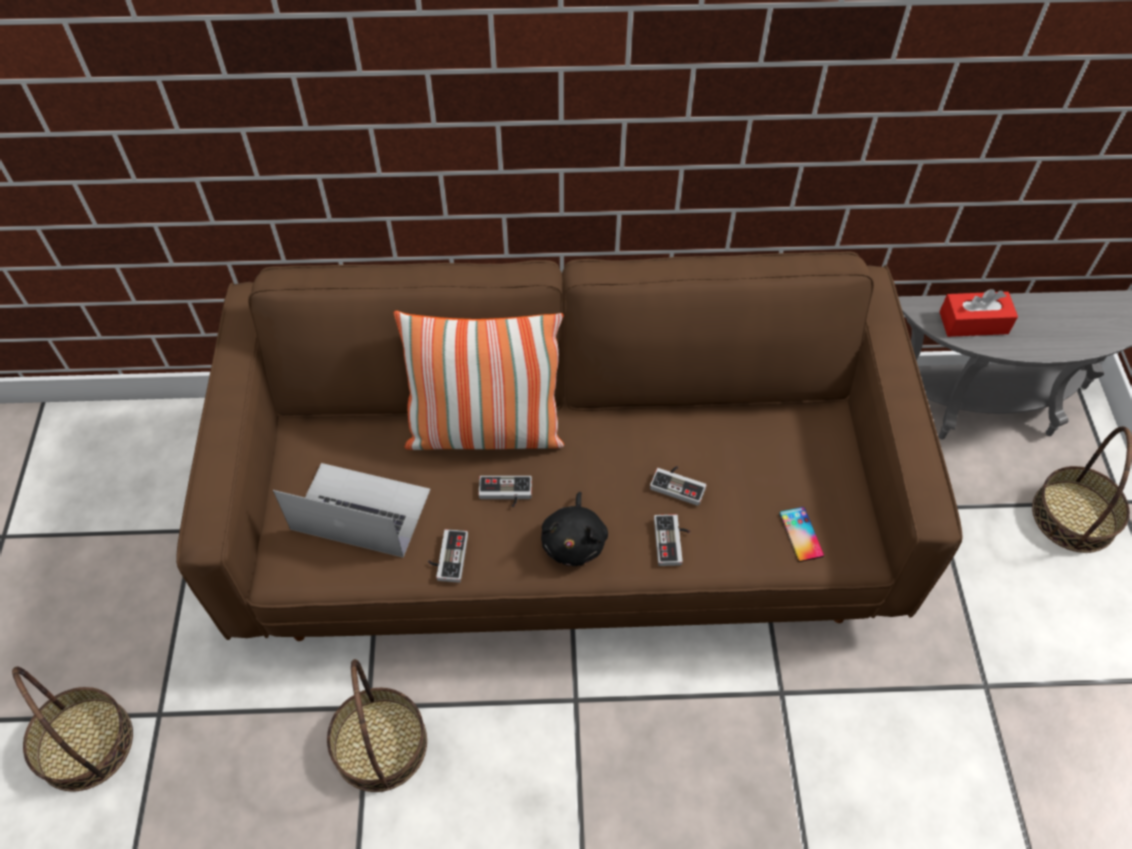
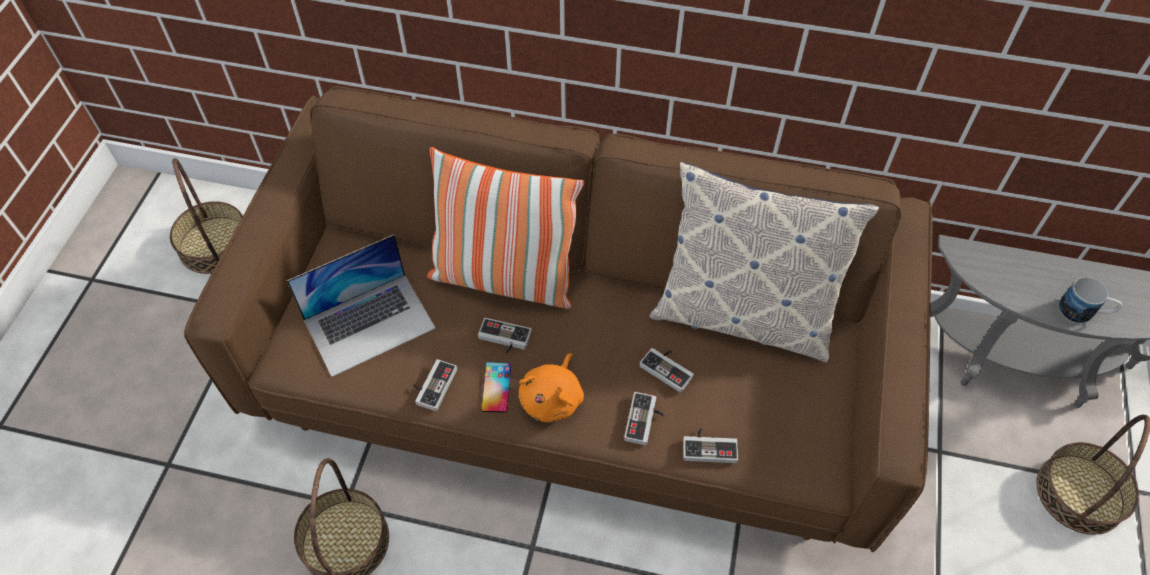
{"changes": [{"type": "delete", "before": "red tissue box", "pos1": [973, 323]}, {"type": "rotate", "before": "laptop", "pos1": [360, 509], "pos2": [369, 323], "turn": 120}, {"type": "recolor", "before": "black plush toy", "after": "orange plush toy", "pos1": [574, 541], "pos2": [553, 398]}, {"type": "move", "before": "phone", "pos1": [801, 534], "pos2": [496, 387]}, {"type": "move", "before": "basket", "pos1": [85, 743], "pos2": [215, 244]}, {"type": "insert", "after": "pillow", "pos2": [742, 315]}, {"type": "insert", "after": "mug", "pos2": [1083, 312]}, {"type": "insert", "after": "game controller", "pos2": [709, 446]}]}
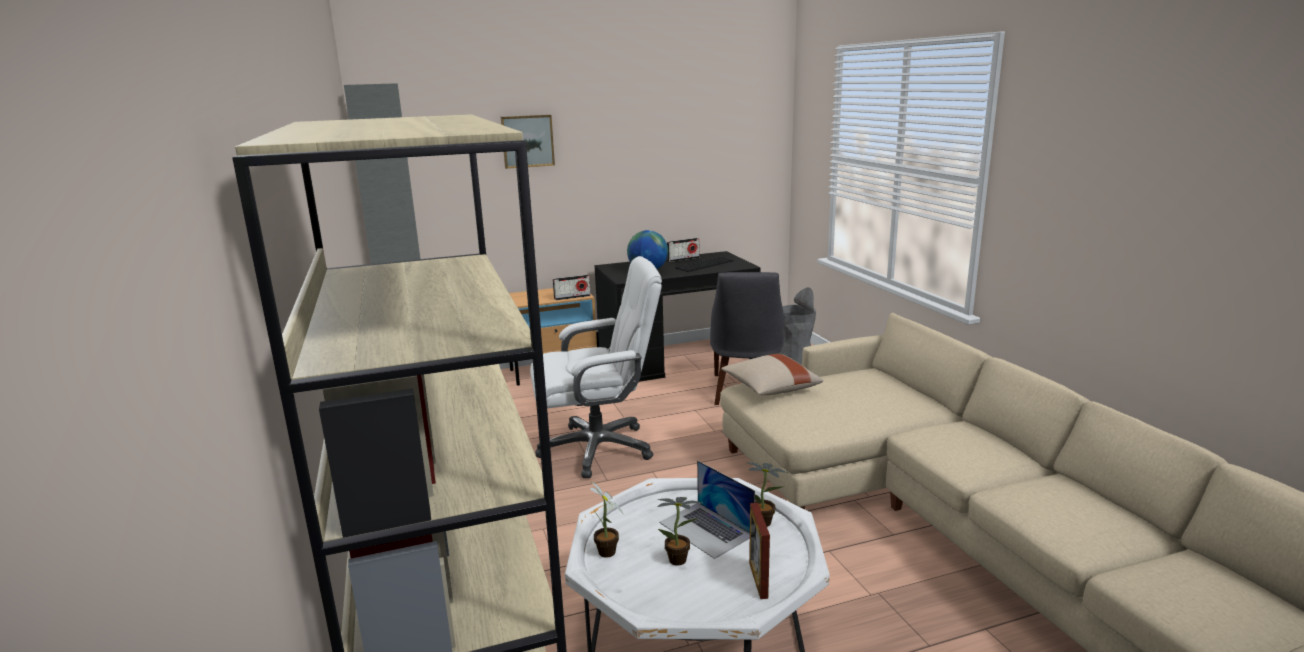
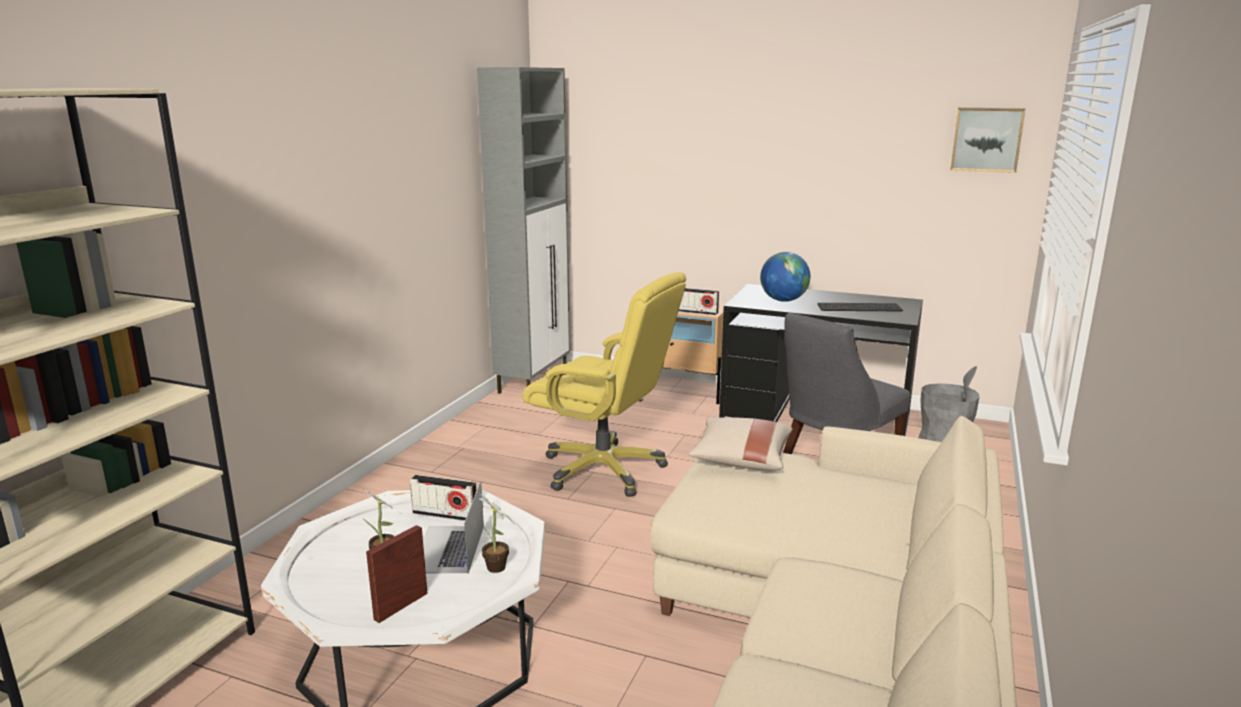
{"changes": [{"type": "move", "before": "picture", "pos1": [527, 141], "pos2": [986, 139]}, {"type": "move", "before": "radio", "pos1": [683, 259], "pos2": [445, 514]}, {"type": "recolor", "before": "white office chair", "after": "yellow office chair", "pos1": [598, 449], "pos2": [604, 470]}, {"type": "delete", "before": "potted plant", "pos1": [607, 554]}]}
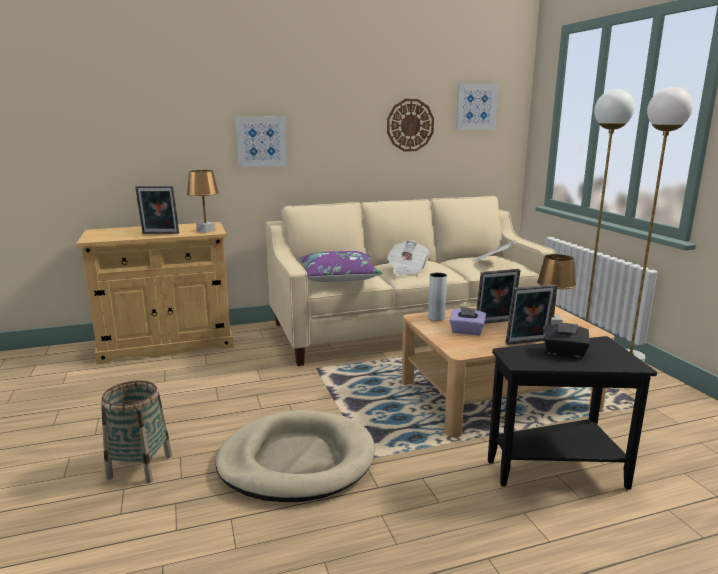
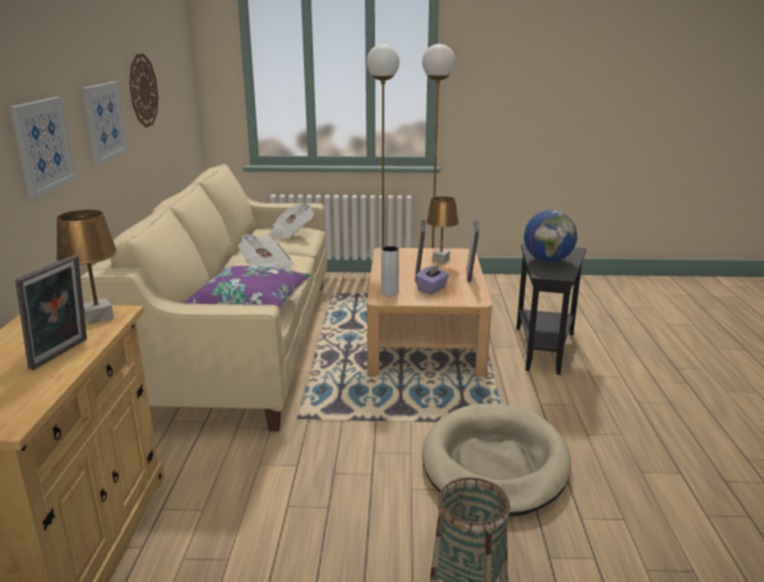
{"changes": [{"type": "move", "before": "picture", "pos1": [476, 106], "pos2": [103, 121]}, {"type": "replace", "before": "black tissue box", "after": "globe", "pos1": [564, 352], "pos2": [548, 260]}]}
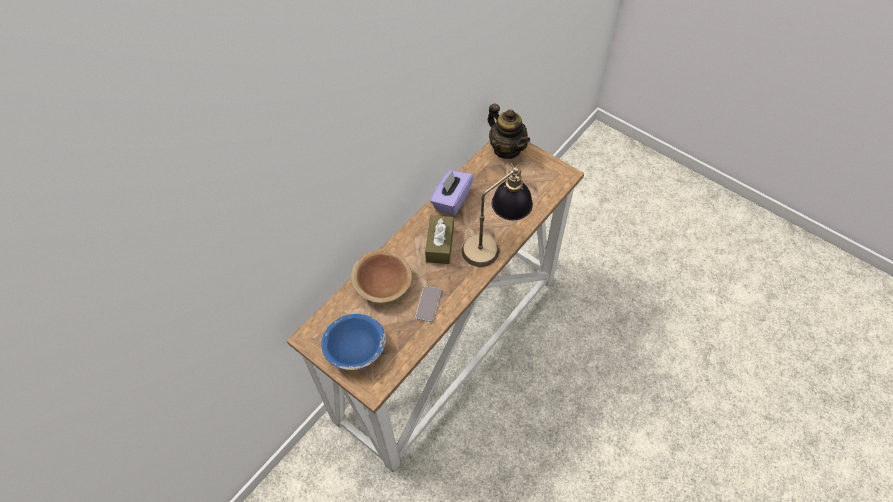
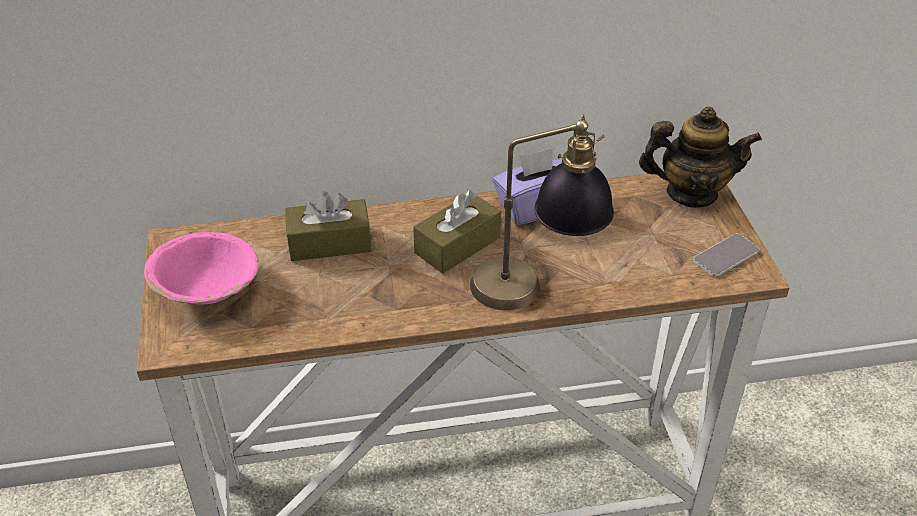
{"changes": [{"type": "rotate", "before": "teapot", "pos1": [507, 149], "pos2": [691, 193], "turn": -90}, {"type": "replace", "before": "brown bowl", "after": "brown tissue box", "pos1": [383, 284], "pos2": [329, 243]}, {"type": "move", "before": "phone", "pos1": [428, 304], "pos2": [726, 256]}, {"type": "recolor", "before": "blue bowl", "after": "pink bowl", "pos1": [355, 348], "pos2": [207, 289]}]}
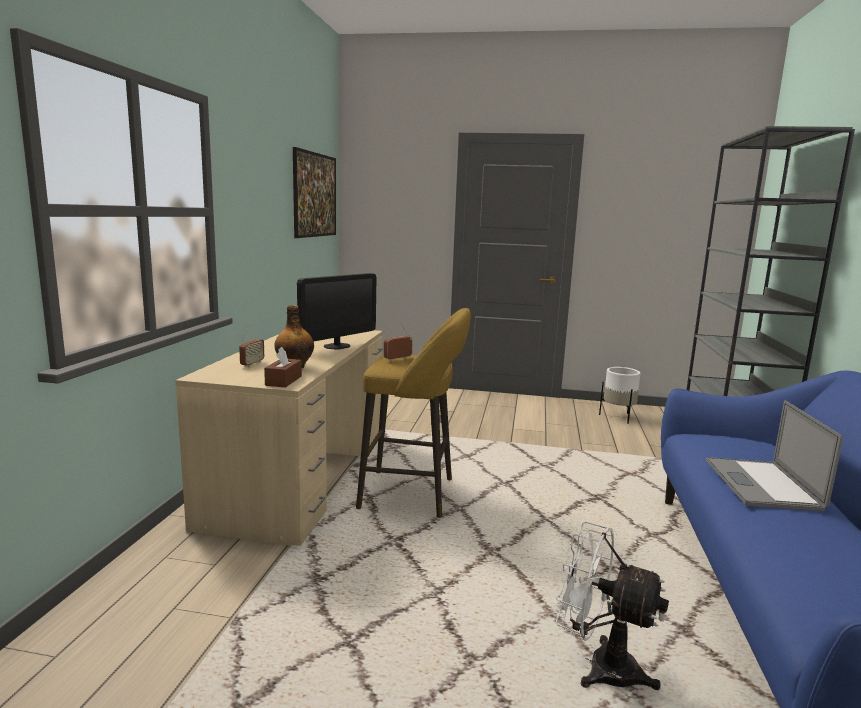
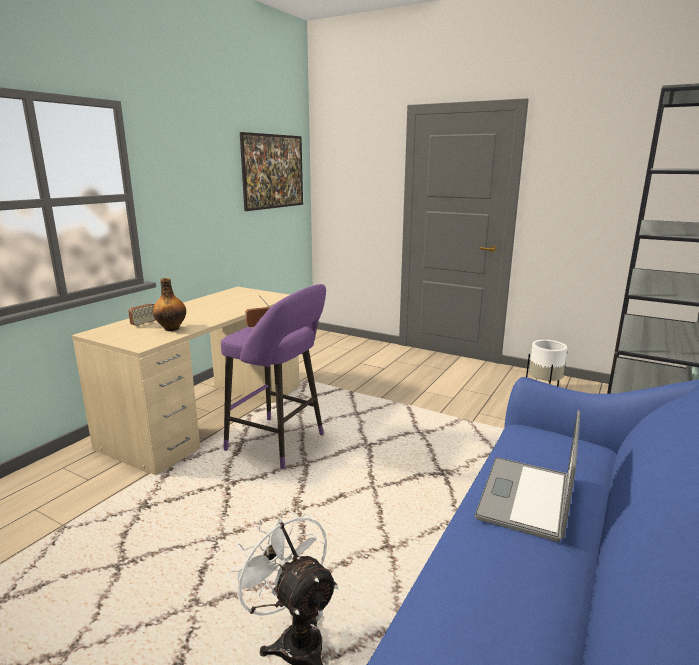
{"changes": [{"type": "delete", "before": "monitor", "pos1": [337, 346]}, {"type": "recolor", "before": "yellow stool", "after": "purple stool", "pos1": [413, 494], "pos2": [280, 444]}, {"type": "delete", "before": "brown tissue box", "pos1": [283, 381]}]}
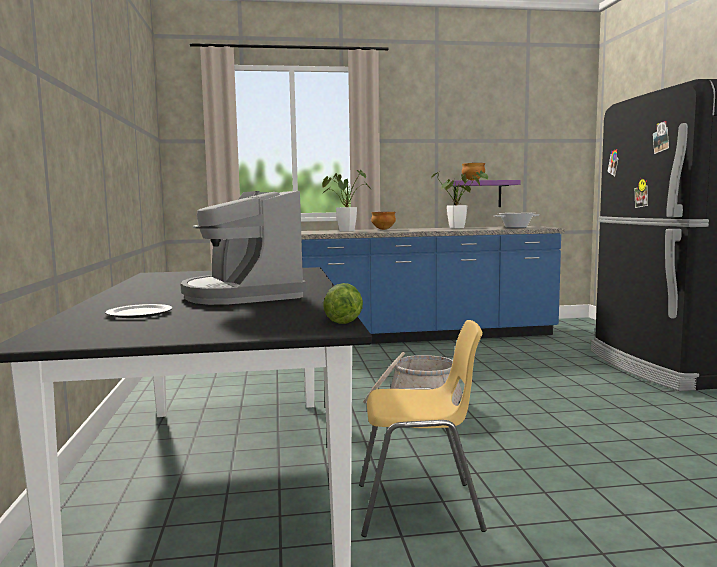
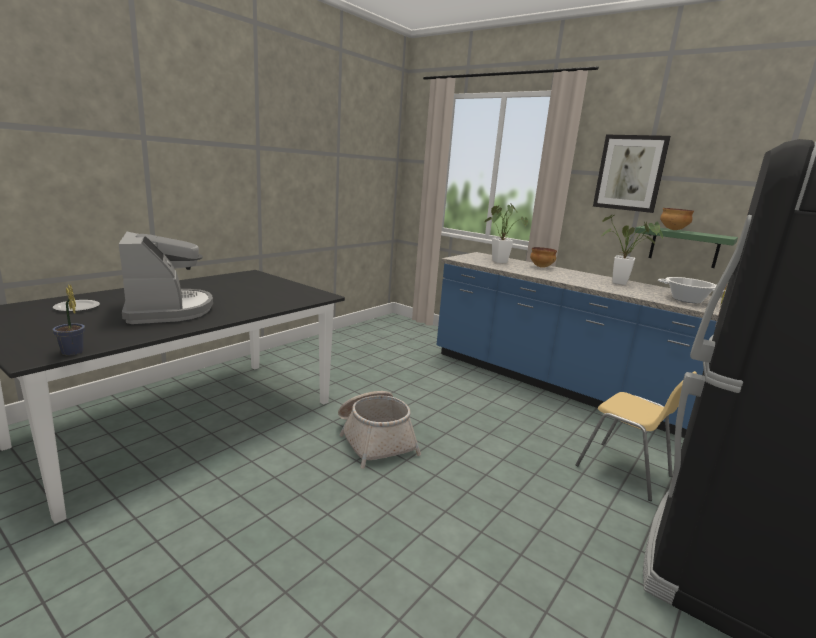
{"changes": [{"type": "recolor", "before": "purple shelf", "after": "green shelf", "pos1": [477, 194], "pos2": [684, 247]}, {"type": "rotate", "before": "coffee machine", "pos1": [242, 295], "pos2": [168, 310], "turn": 135}, {"type": "replace", "before": "lettuce", "after": "potted plant", "pos1": [344, 319], "pos2": [73, 353]}, {"type": "move", "before": "yellow chair", "pos1": [420, 508], "pos2": [624, 471]}, {"type": "insert", "after": "picture", "pos2": [630, 173]}]}
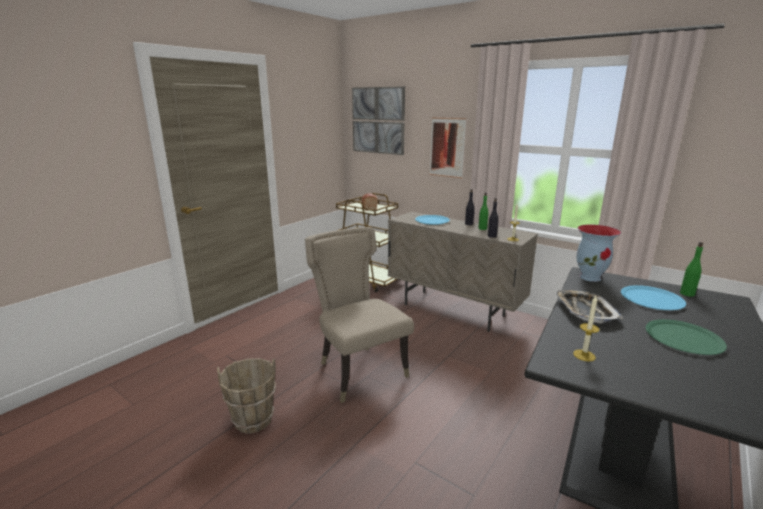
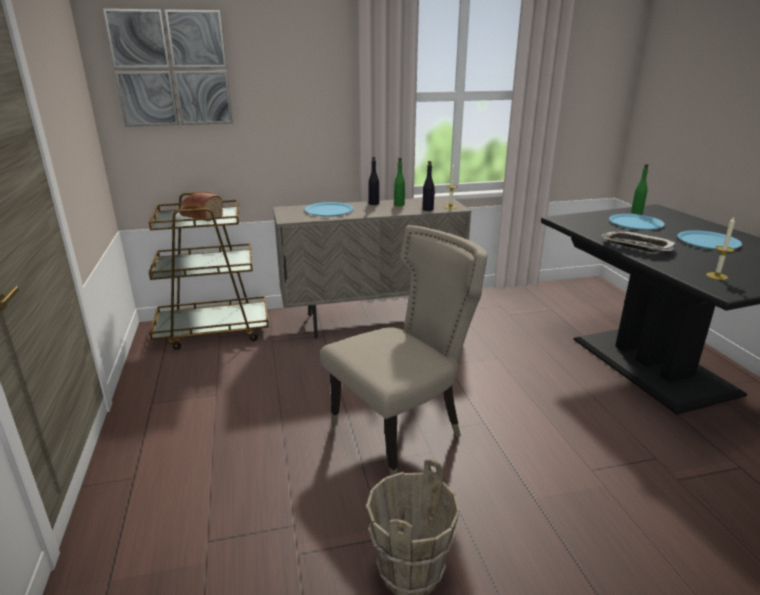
{"changes": [{"type": "delete", "before": "picture", "pos1": [447, 147]}, {"type": "delete", "before": "vase", "pos1": [590, 277]}, {"type": "rotate", "before": "beige chair", "pos1": [358, 370], "pos2": [402, 432], "turn": 135}, {"type": "recolor", "before": "green plate", "after": "blue plate", "pos1": [683, 338], "pos2": [708, 241]}]}
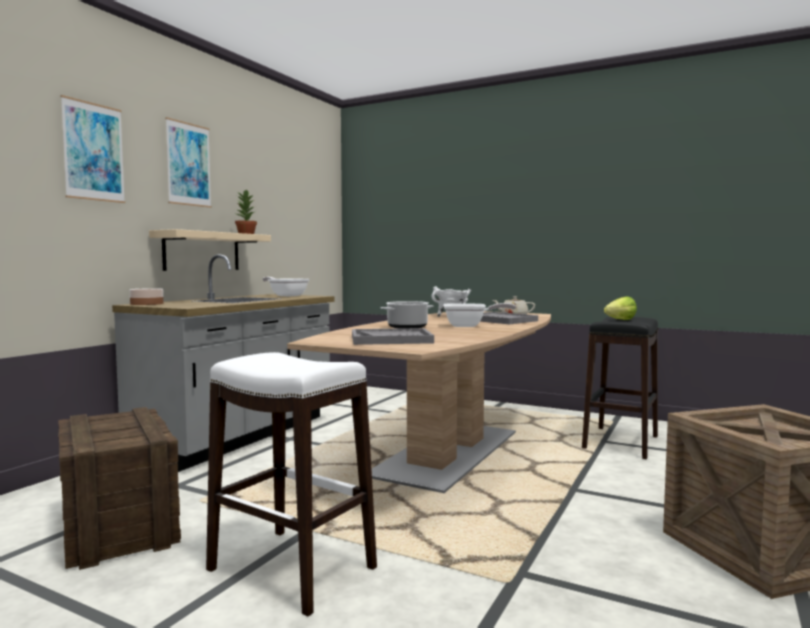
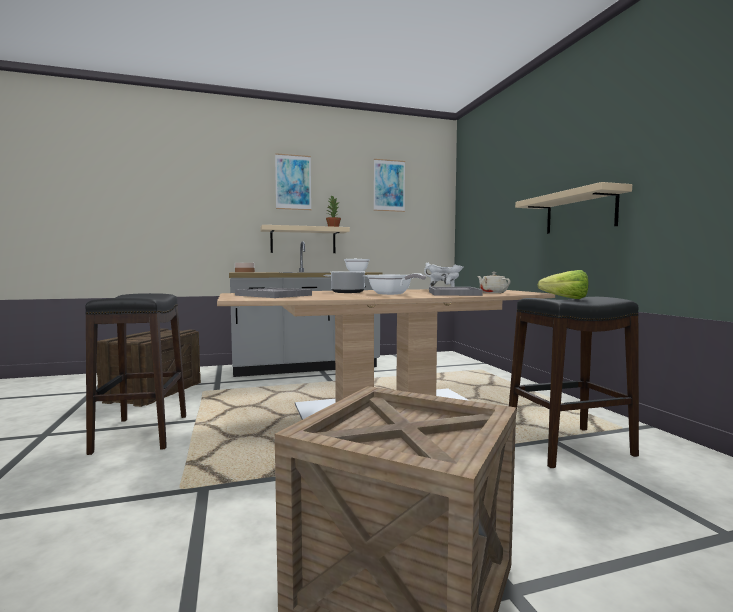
{"changes": [{"type": "move", "before": "picture", "pos1": [93, 152], "pos2": [389, 185]}, {"type": "recolor", "before": "white stool", "after": "black stool", "pos1": [291, 568], "pos2": [142, 433]}, {"type": "insert", "after": "beige shelf", "pos2": [580, 212]}]}
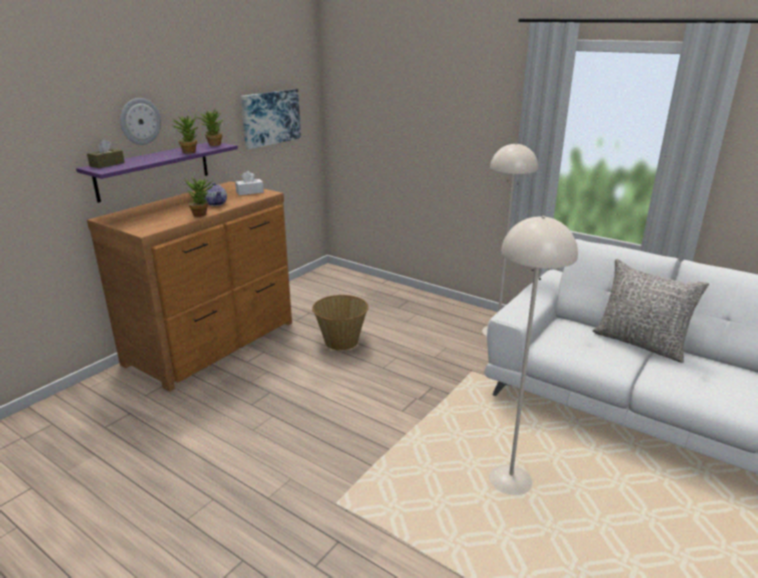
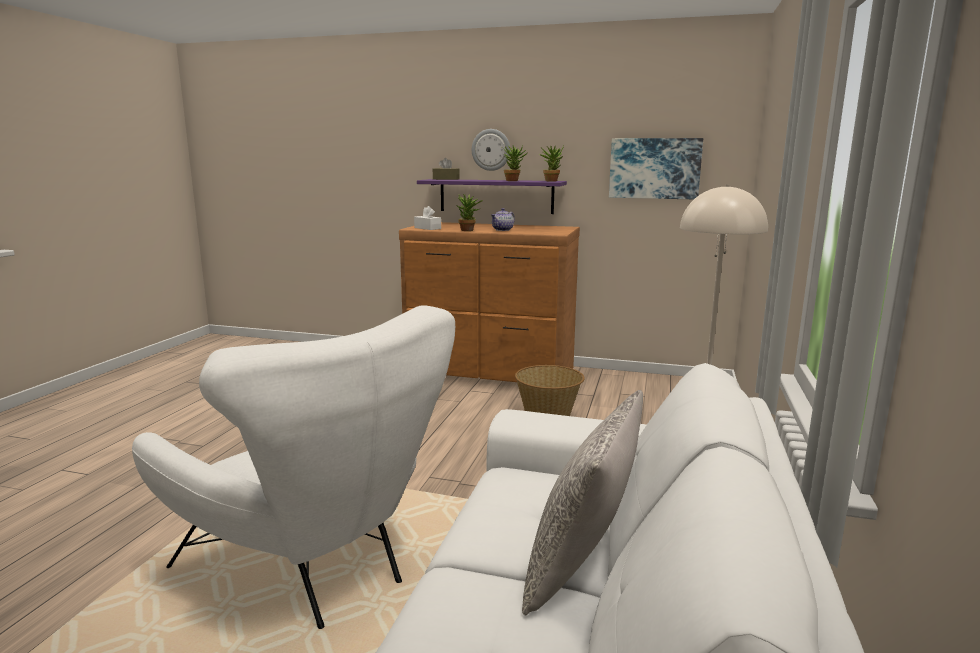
{"changes": [{"type": "move", "before": "white tissue box", "pos1": [250, 192], "pos2": [427, 228]}, {"type": "replace", "before": "beige floor lamp", "after": "white armchair", "pos1": [510, 480], "pos2": [317, 567]}]}
